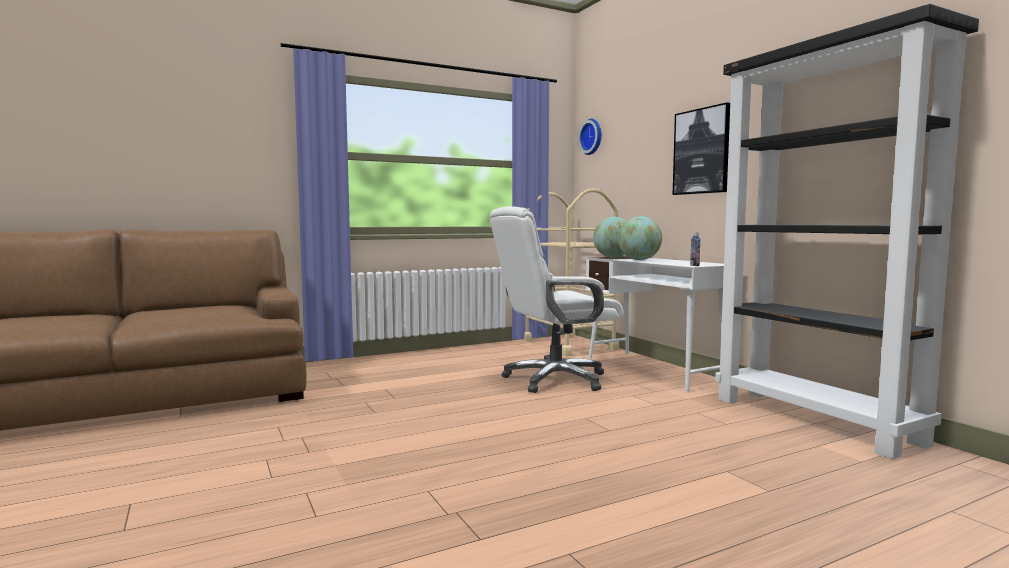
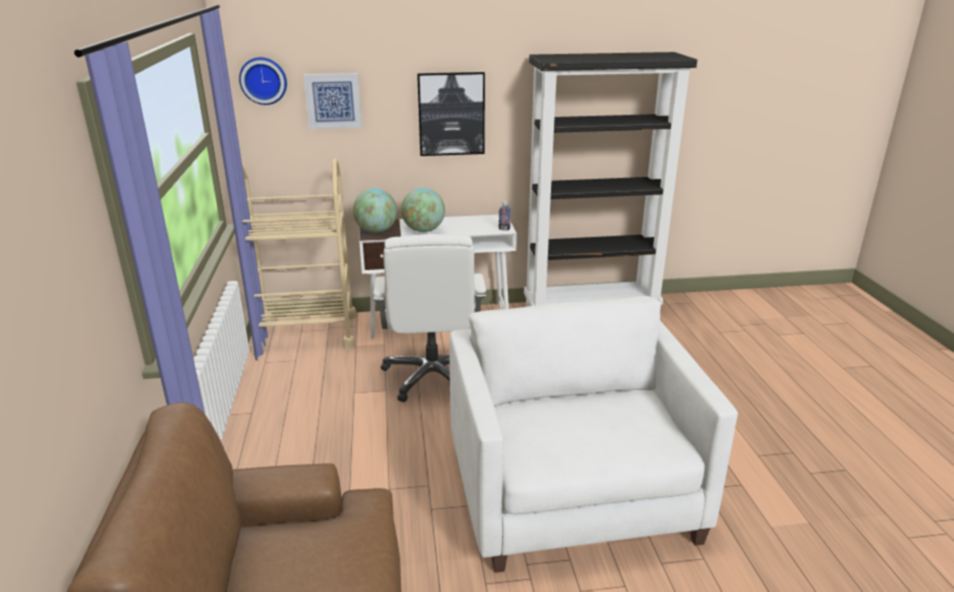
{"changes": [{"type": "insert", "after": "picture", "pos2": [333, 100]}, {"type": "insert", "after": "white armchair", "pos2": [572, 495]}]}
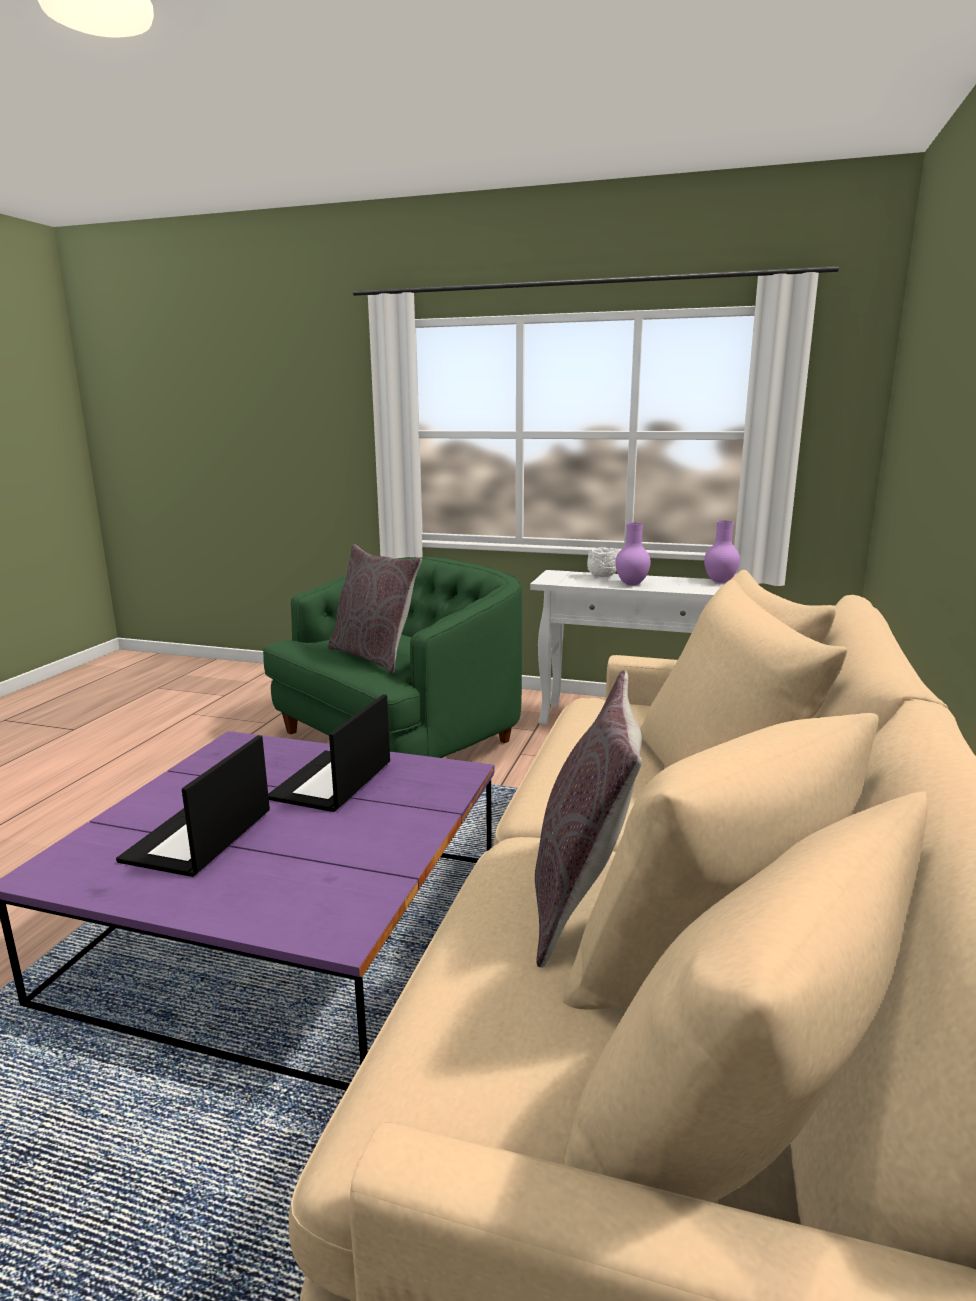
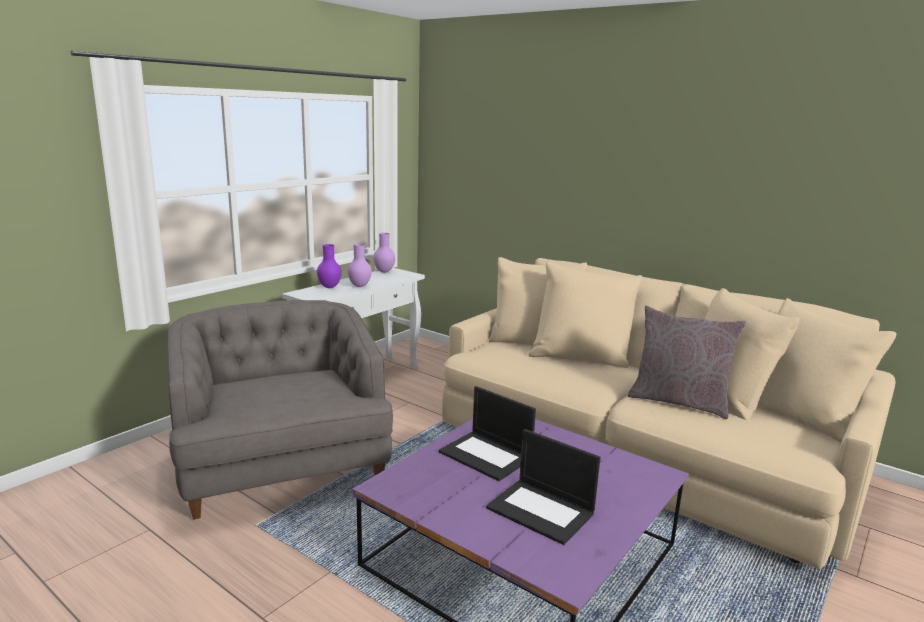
{"changes": [{"type": "delete", "before": "grey pillow", "pos1": [374, 656]}, {"type": "replace", "before": "white bowl", "after": "purple vase", "pos1": [601, 577], "pos2": [329, 287]}, {"type": "recolor", "before": "green armchair", "after": "grey armchair", "pos1": [400, 739], "pos2": [281, 465]}]}
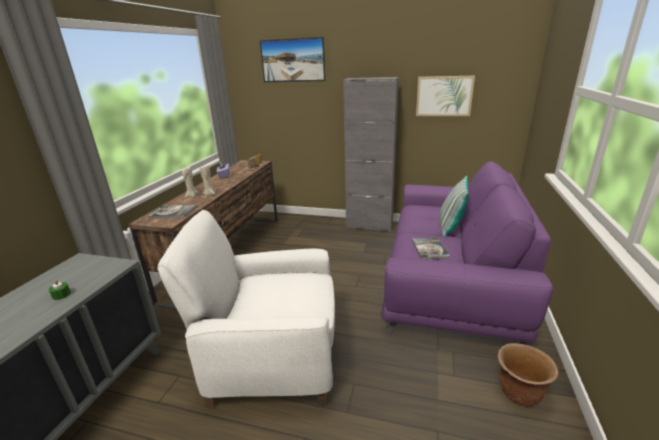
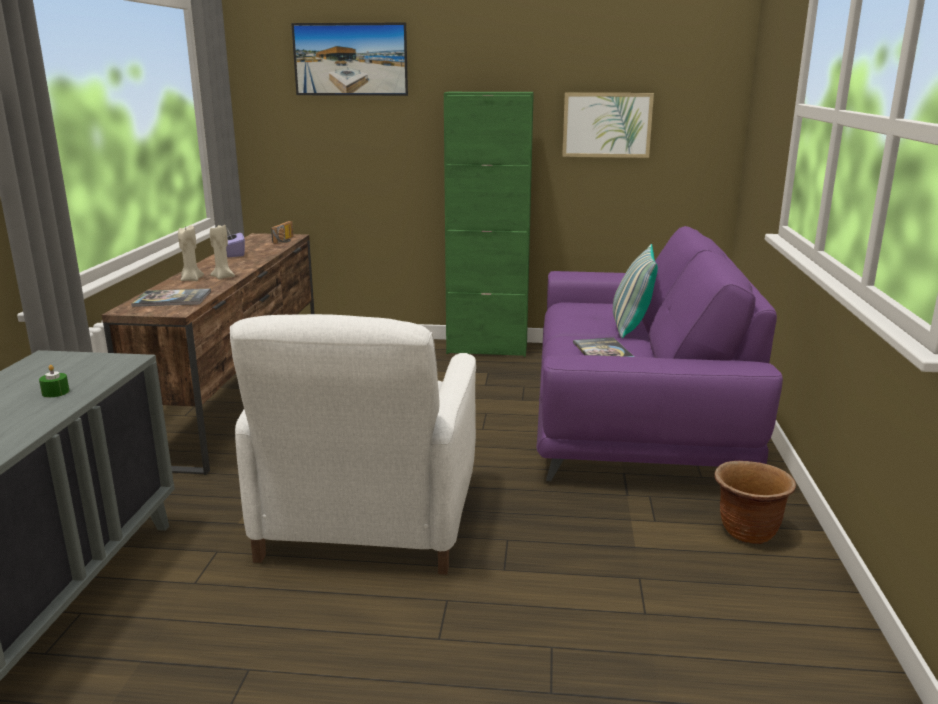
{"changes": [{"type": "recolor", "before": "grey cabinet", "after": "green cabinet", "pos1": [369, 225], "pos2": [487, 349]}, {"type": "rotate", "before": "white armchair", "pos1": [272, 357], "pos2": [368, 520], "turn": -75}]}
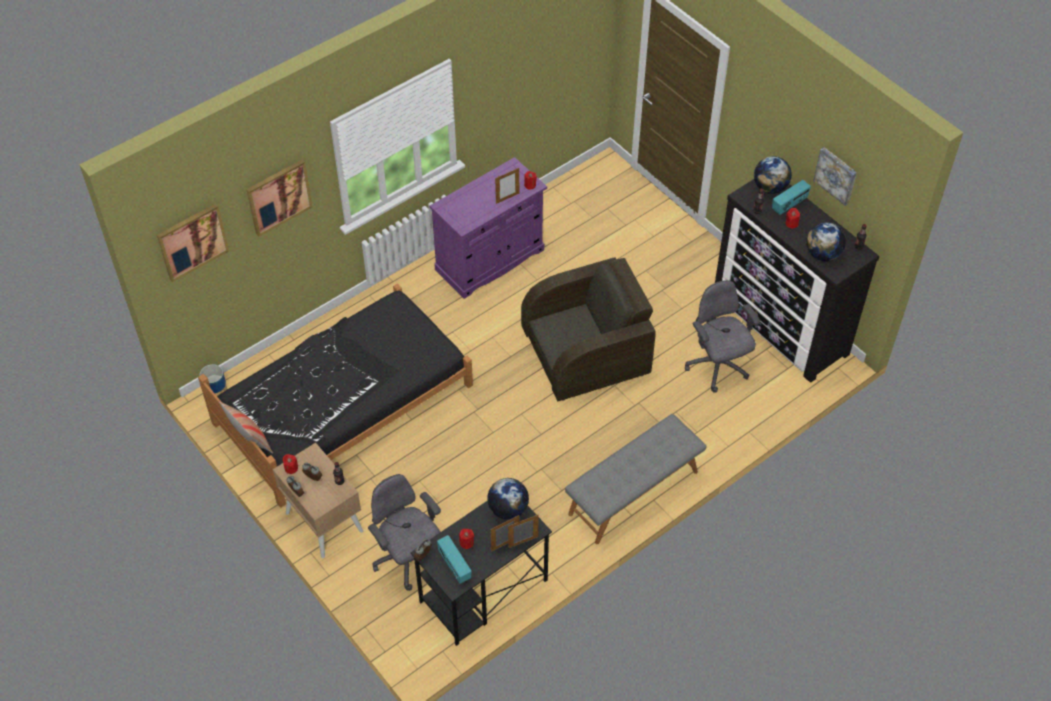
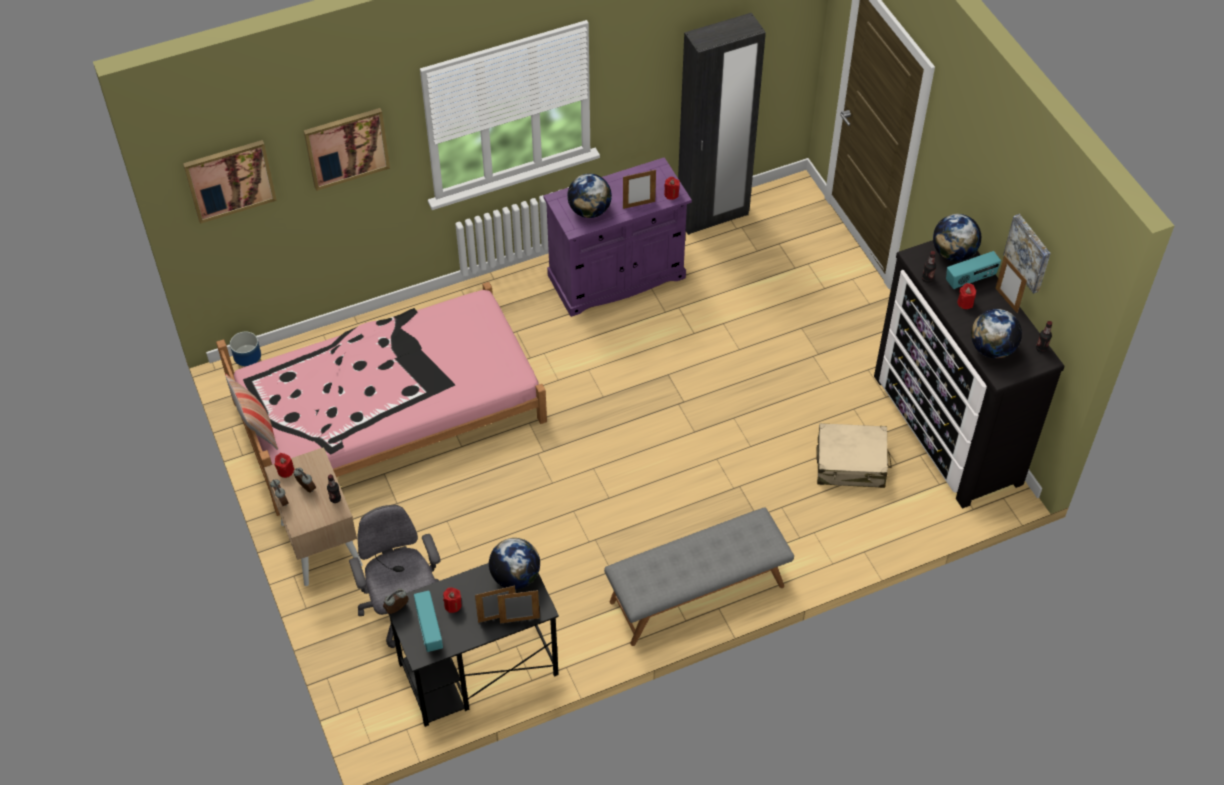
{"changes": [{"type": "delete", "before": "brown armchair", "pos1": [586, 353]}, {"type": "replace", "before": "grey office chair", "after": "beige suitcase", "pos1": [717, 367], "pos2": [851, 464]}, {"type": "recolor", "before": "black bed", "after": "pink bed", "pos1": [343, 404], "pos2": [389, 411]}, {"type": "insert", "after": "black wardrobe", "pos2": [712, 216]}, {"type": "insert", "after": "globe", "pos2": [589, 211]}, {"type": "insert", "after": "picture frame", "pos2": [1006, 300]}]}
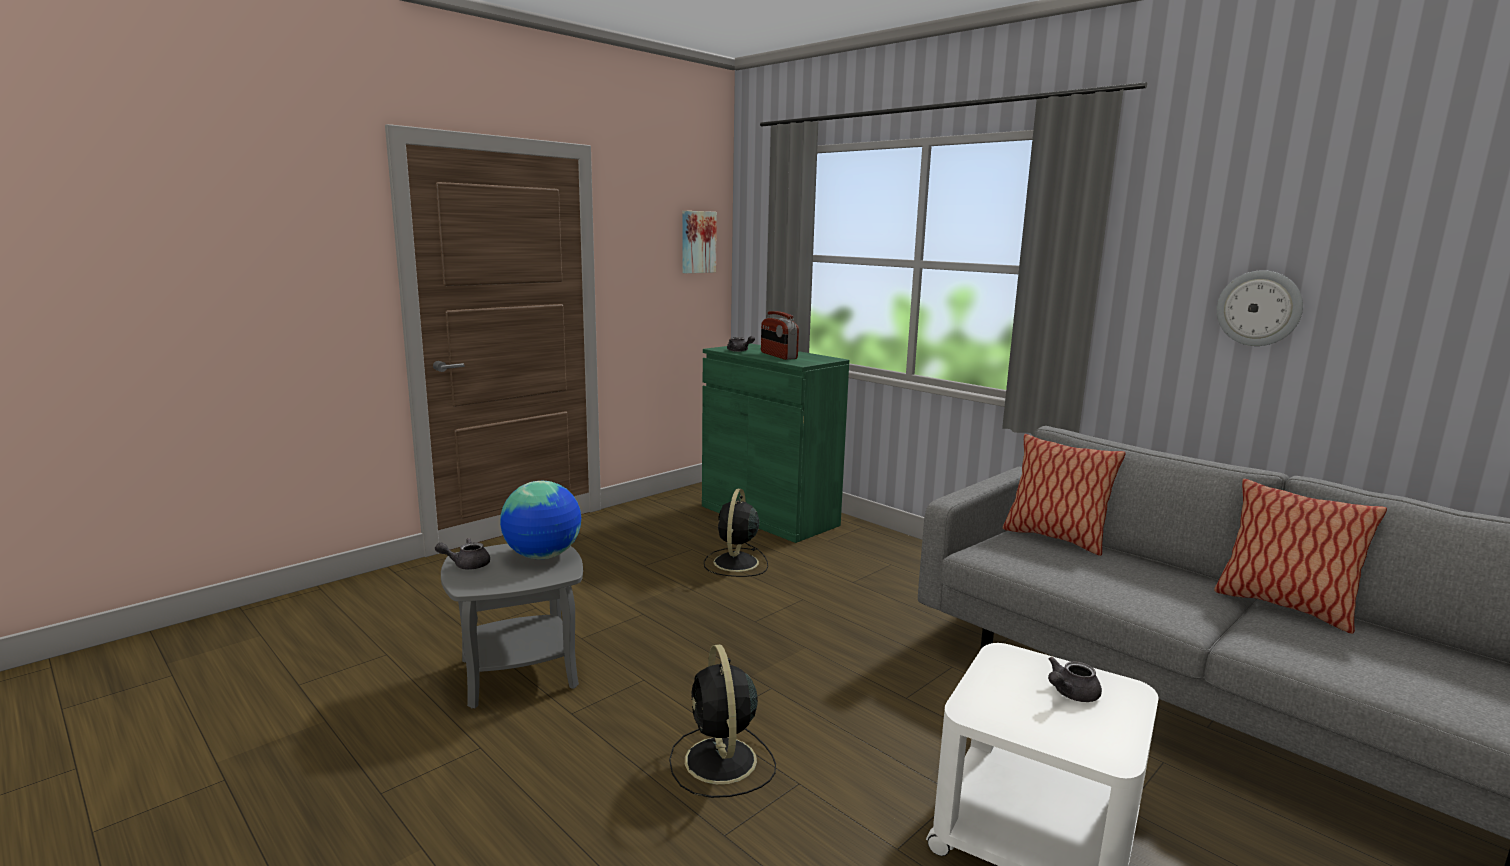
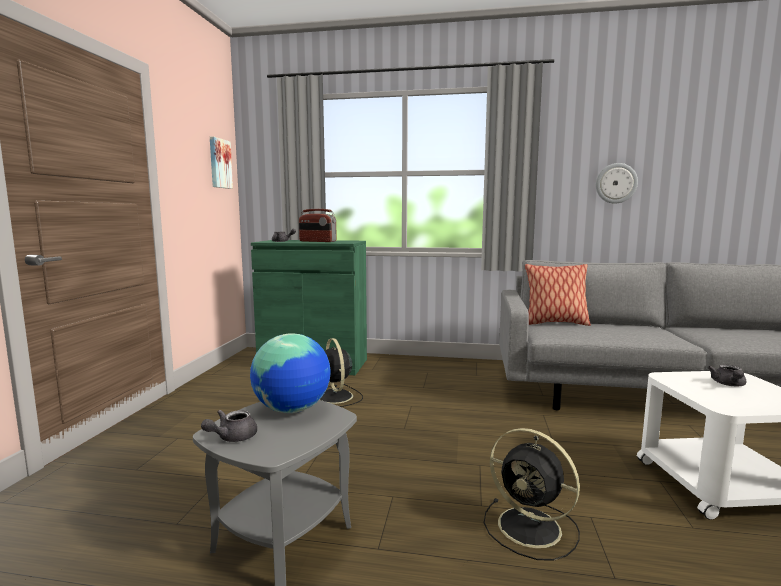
{"changes": [{"type": "delete", "before": "pillow", "pos1": [1283, 606]}]}
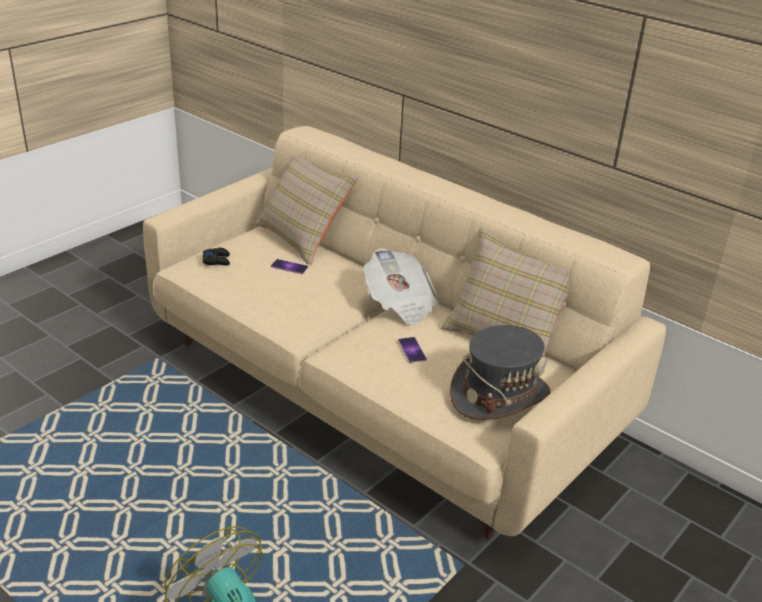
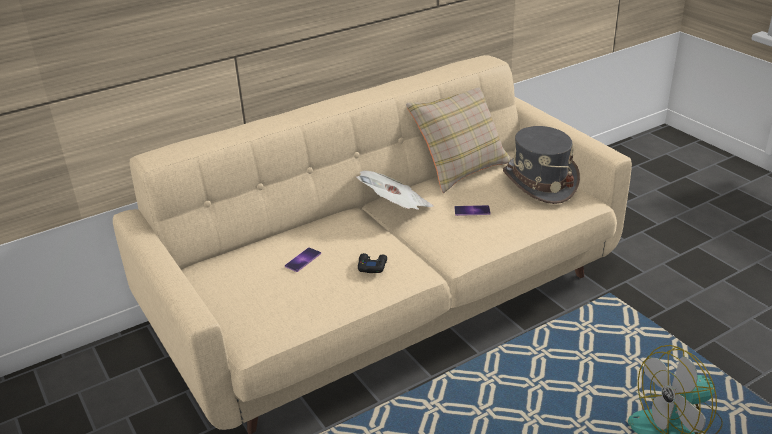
{"changes": [{"type": "delete", "before": "beige pillow", "pos1": [303, 238]}, {"type": "move", "before": "black game controller", "pos1": [217, 260], "pos2": [372, 266]}]}
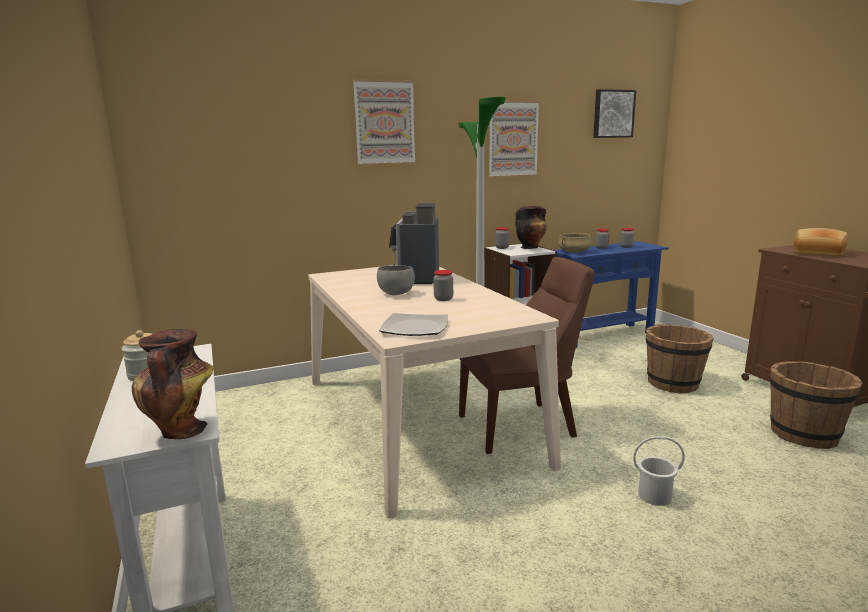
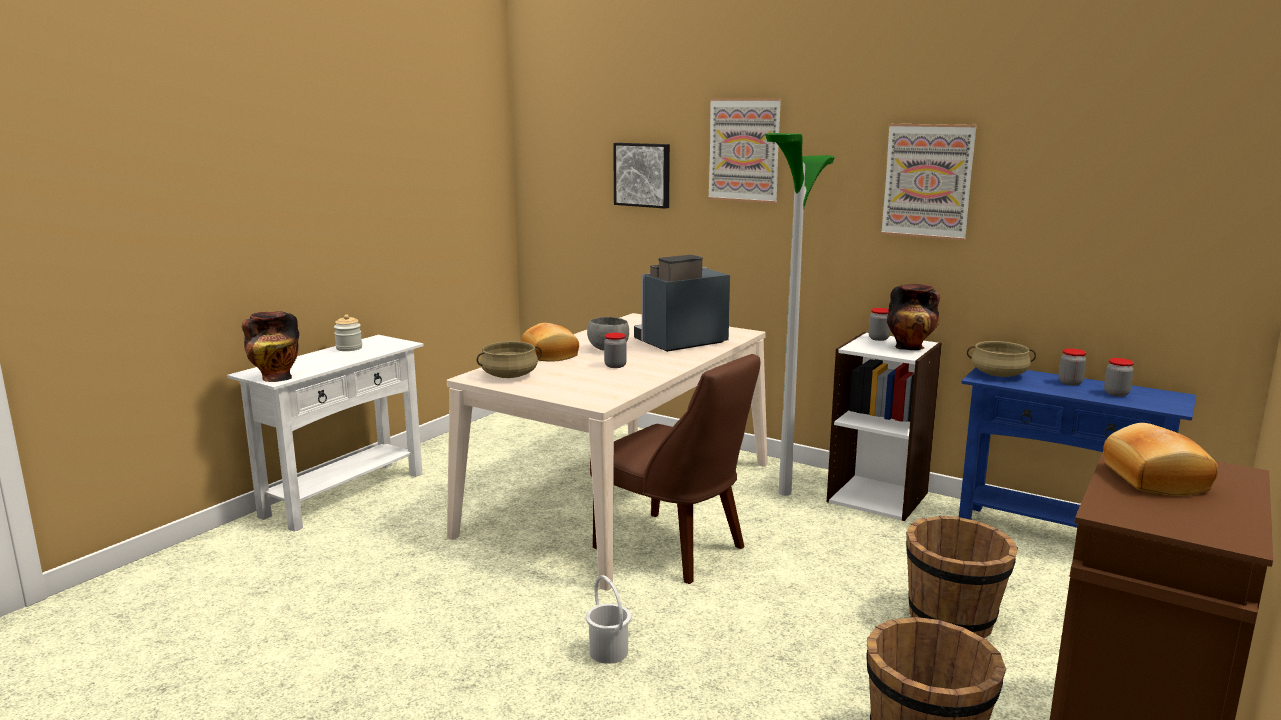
{"changes": [{"type": "move", "before": "picture", "pos1": [613, 114], "pos2": [643, 175]}, {"type": "replace", "before": "plate", "after": "beige cooking pot", "pos1": [415, 328], "pos2": [509, 376]}, {"type": "insert", "after": "bread", "pos2": [551, 354]}]}
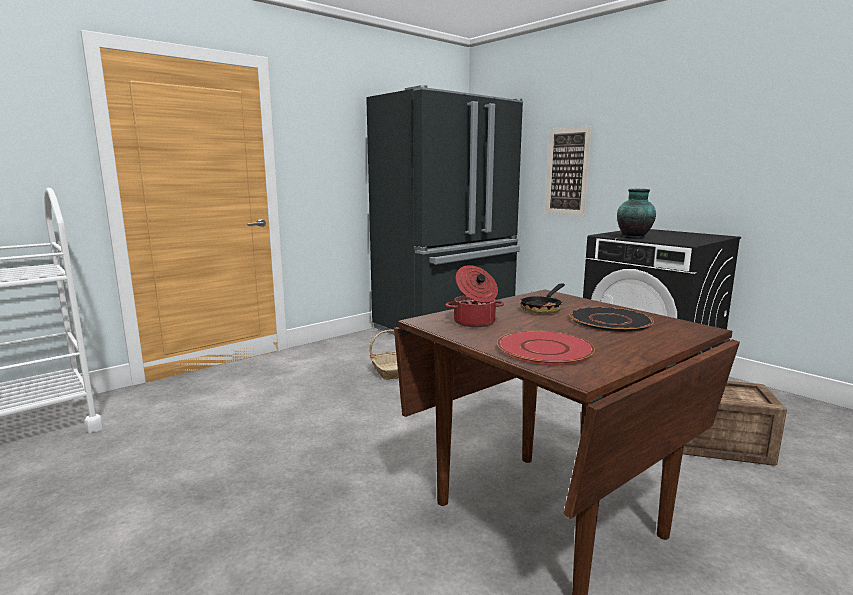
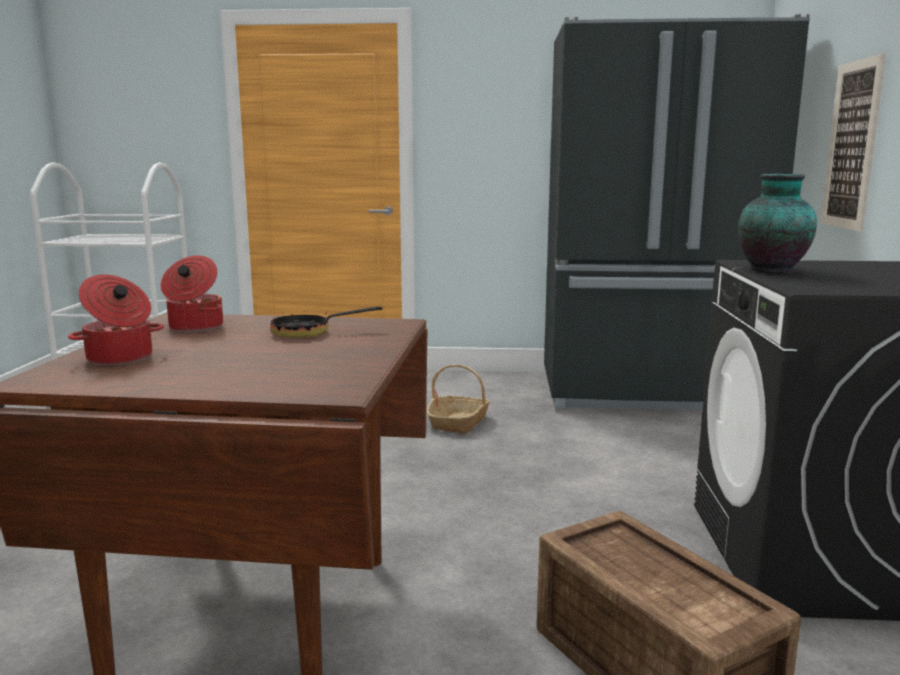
{"changes": [{"type": "delete", "before": "black plate", "pos1": [609, 320]}, {"type": "replace", "before": "red plate", "after": "cooking pot", "pos1": [545, 349], "pos2": [120, 359]}]}
